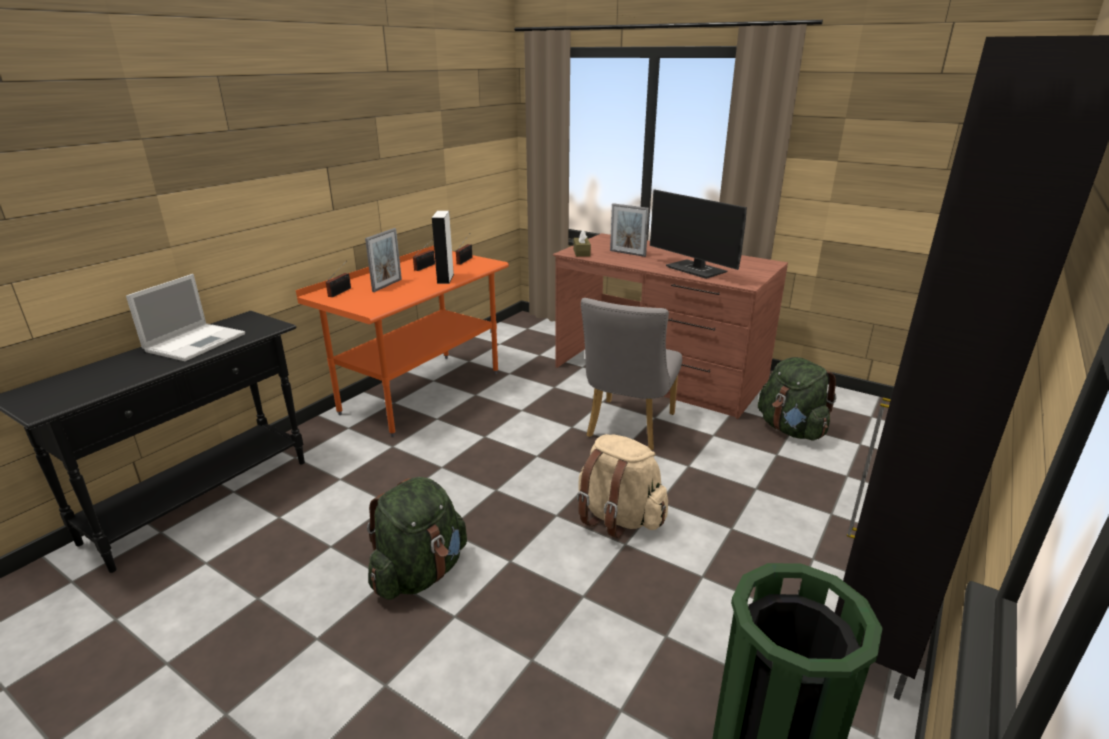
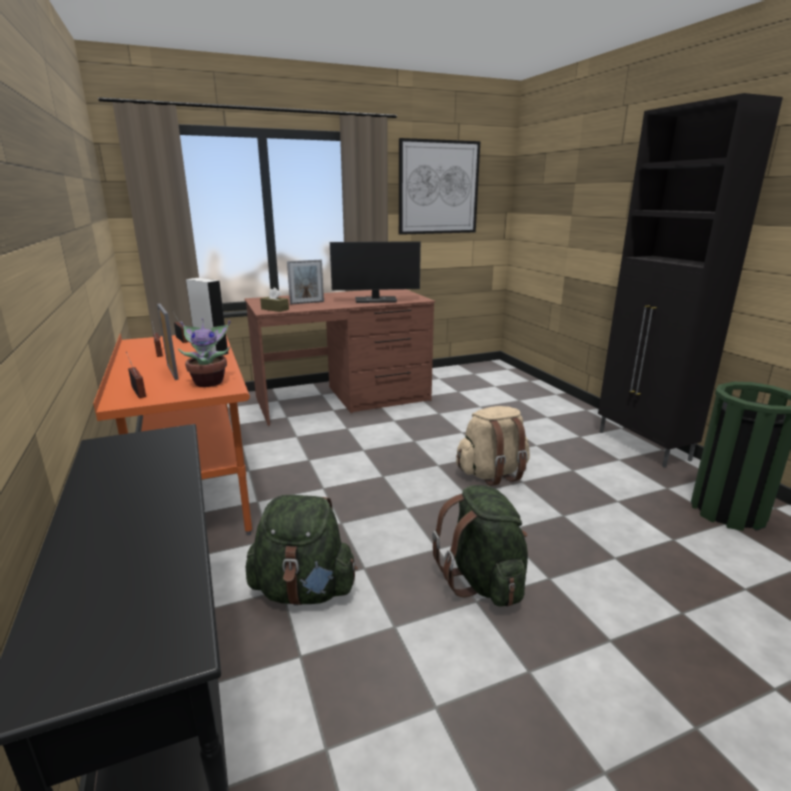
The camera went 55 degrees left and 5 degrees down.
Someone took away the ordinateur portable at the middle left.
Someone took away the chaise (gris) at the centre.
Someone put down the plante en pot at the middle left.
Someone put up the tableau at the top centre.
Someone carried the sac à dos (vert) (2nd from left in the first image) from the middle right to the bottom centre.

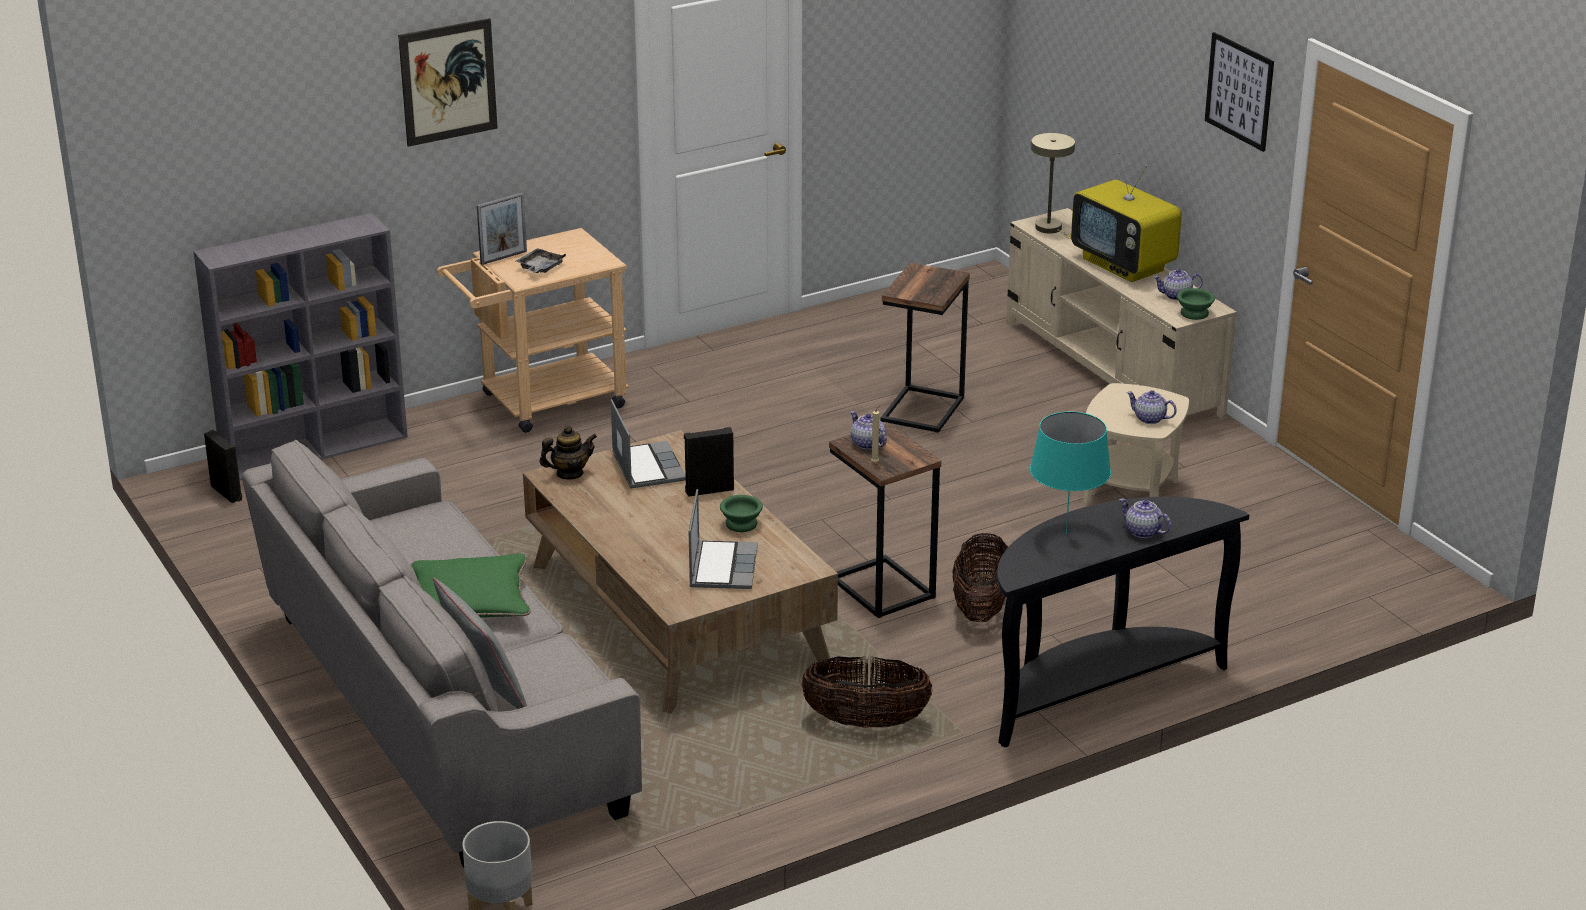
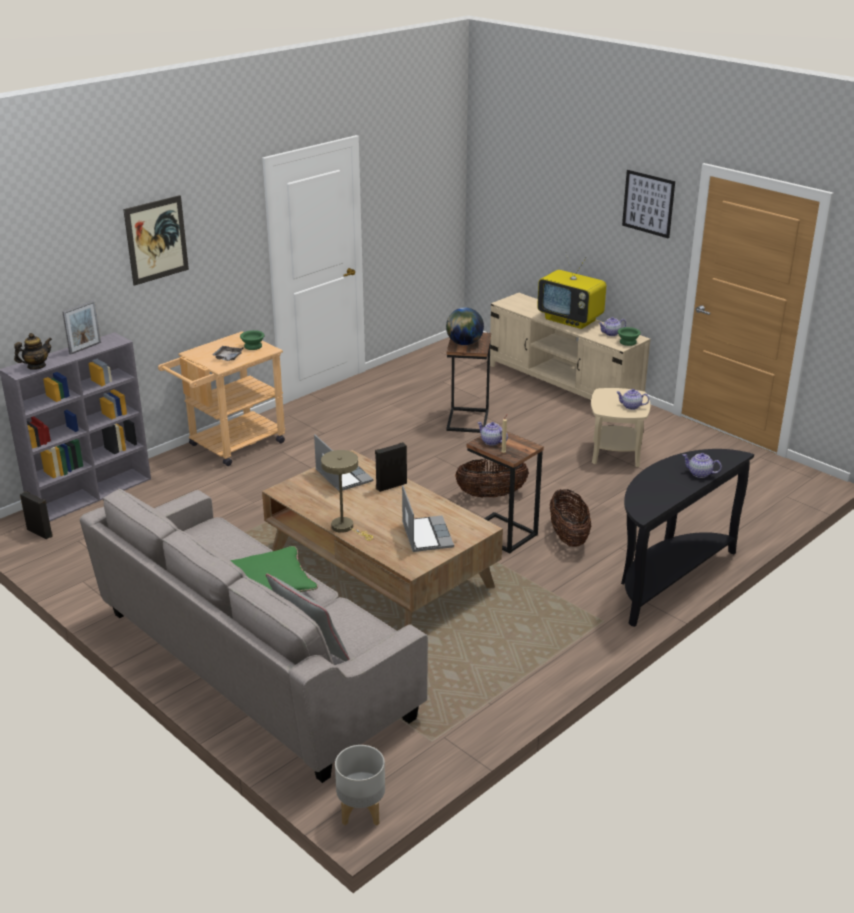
The camera went 15 degrees left and 0 degrees up.
Someone took away the lampe de table (turquoise) at the middle right.
Someone put down the globe at the centre.
Someone carried the cadre photo from the top left to the middle left.
Someone carried the théière (1st from left) from the centre to the middle left.
Someone carried the bol (vert) (1st from left) from the centre to the middle left.
Someone carried the panier (1st from left) from the bottom centre to the centre.
Someone carried the lampe de table (beige) from the top centre to the centre.

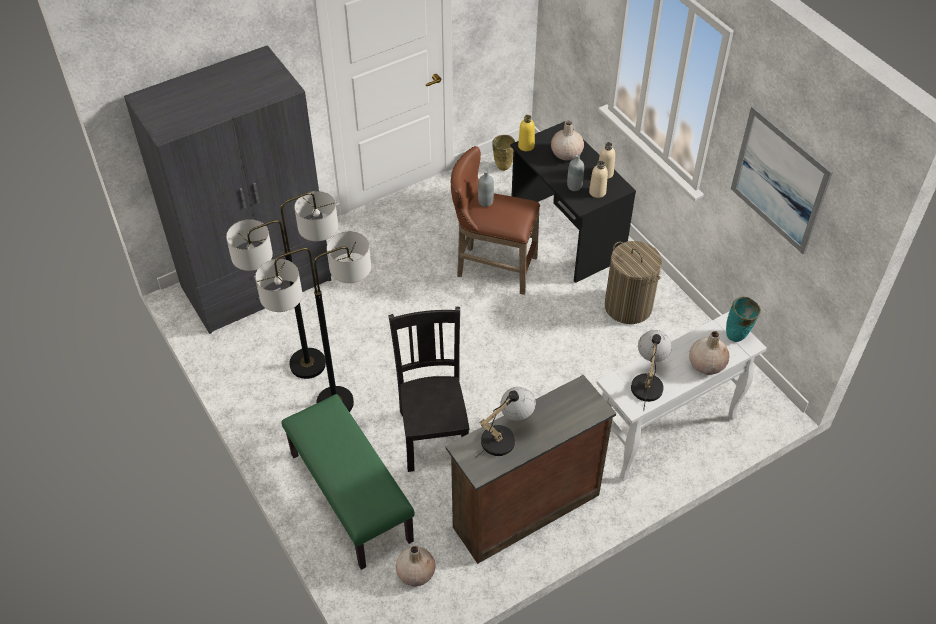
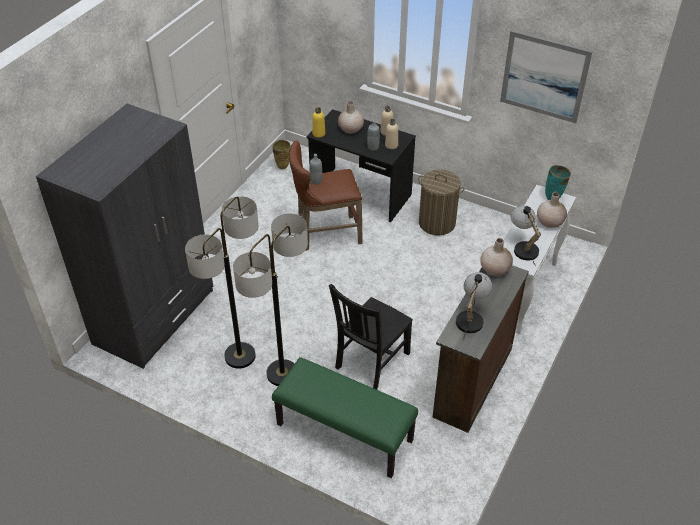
The camera went 30 degrees left and 5 degrees down.
Someone carried the vase (beige) (1st from left in the first image) from the bottom centre to the middle right.
Someone rotated the chaise (noir) at the centre by 105 degrees counterclockwise.

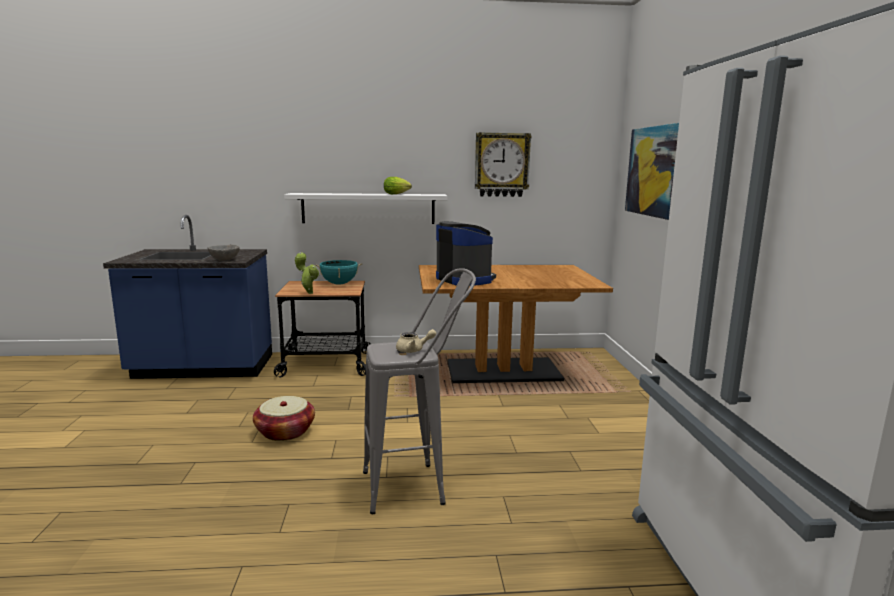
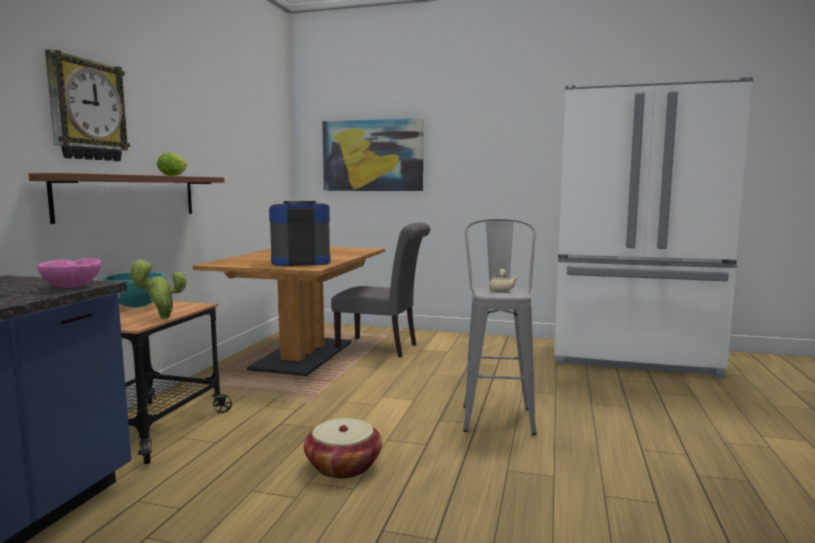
The camera went 70 degrees left and 5 degrees down.
Someone put down the chaise (gris) at the centre.
Someone carried the horloge murale from the top centre to the top left.
Someone repainted the bol (gris) at the middle left, which became the bol (rose) at the middle left.
Someone repainted the étagère (blanc) at the centre, which became the étagère (marron) at the middle left.

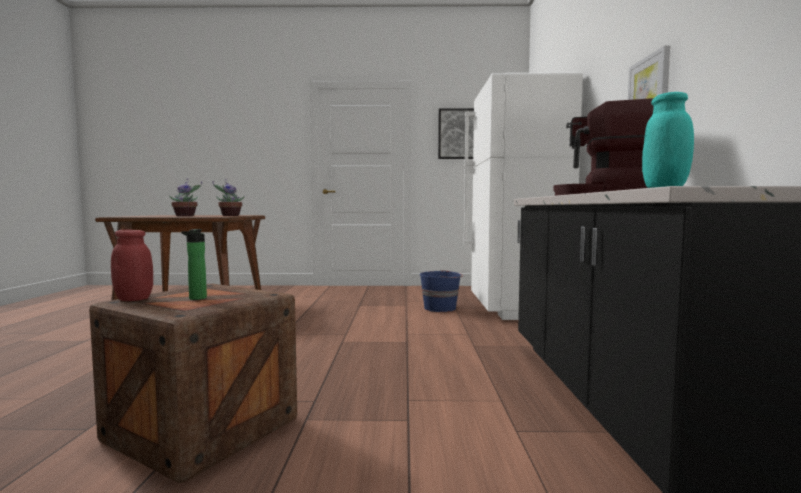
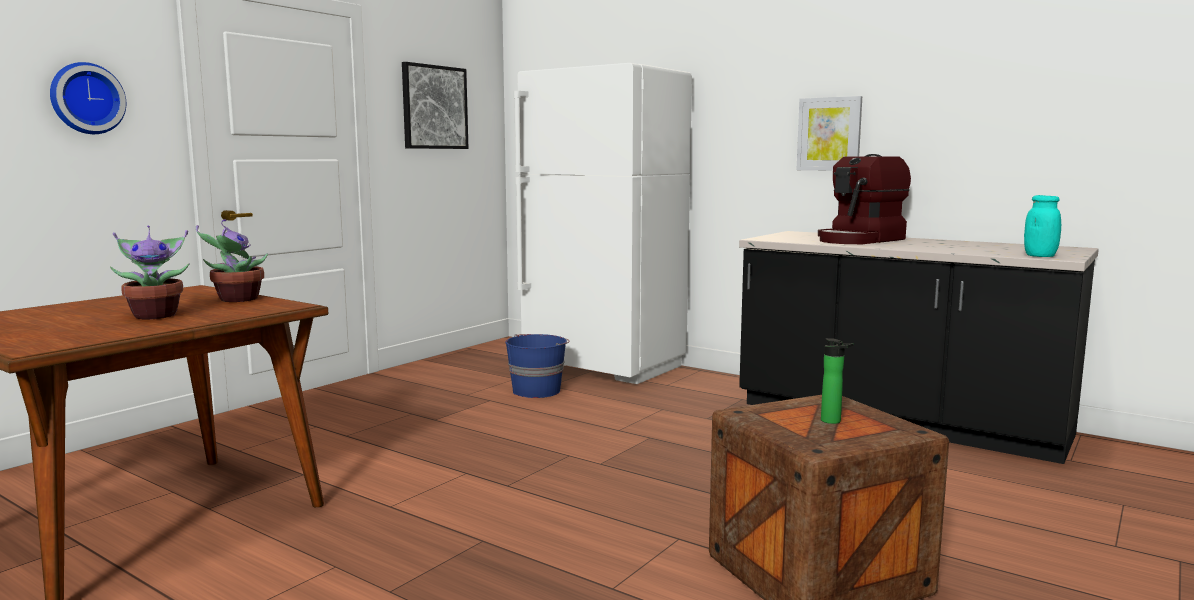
The camera went 55 degrees left and 5 degrees up.
Someone took away the bocal (rouge) at the middle left.
Someone put up the horloge murale at the top left.

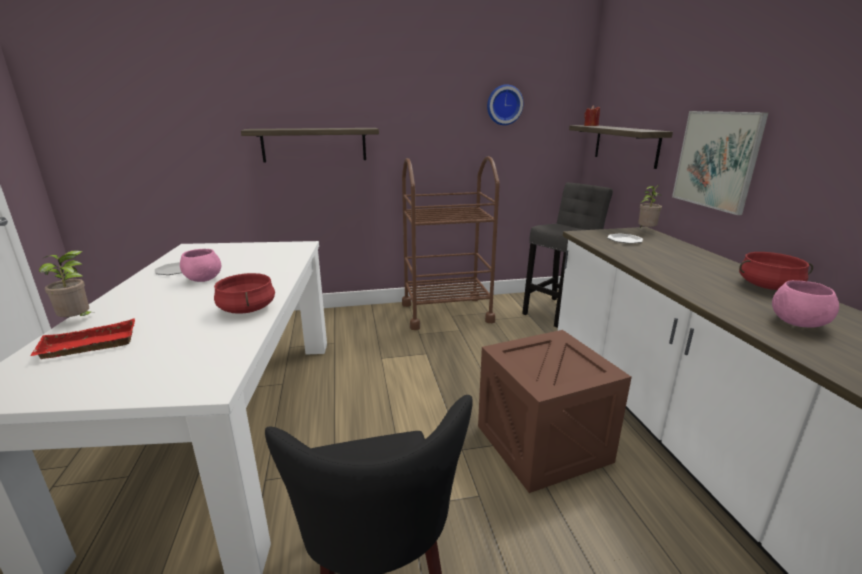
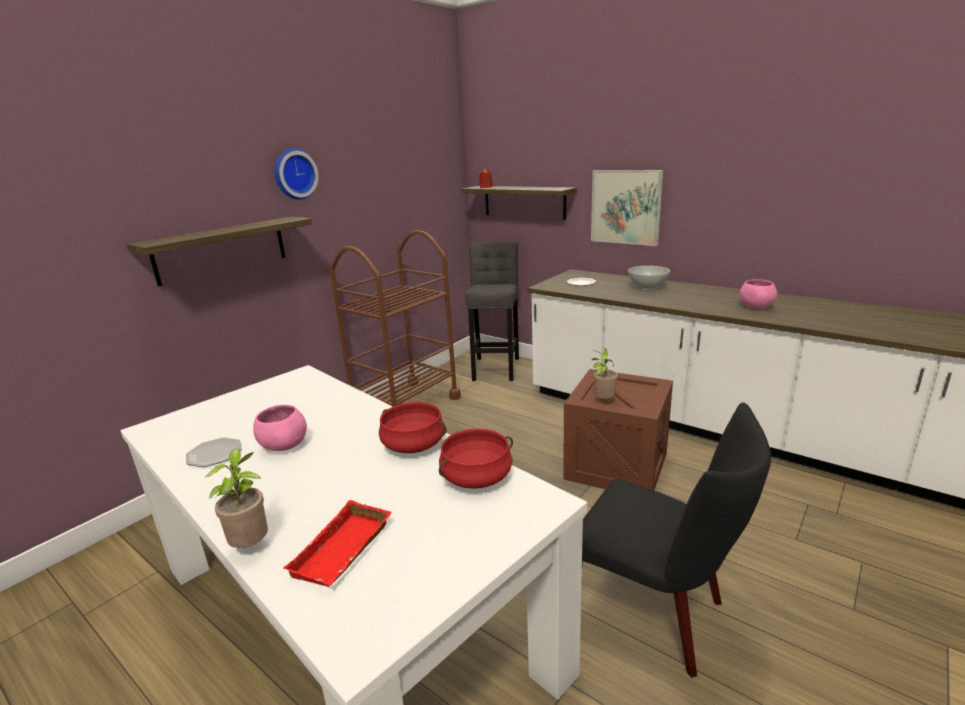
The camera went 40 degrees left and 0 degrees up.
Someone put down the bol (blanc) at the middle right.
Someone carried the horloge murale from the top centre to the top left.
Someone carried the plante en pot (2nd from left) from the middle right to the centre.
Someone carried the marmite (rouge) (2nd from left) from the middle right to the centre.

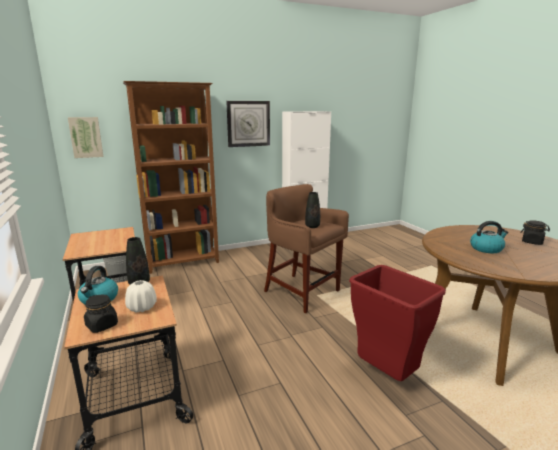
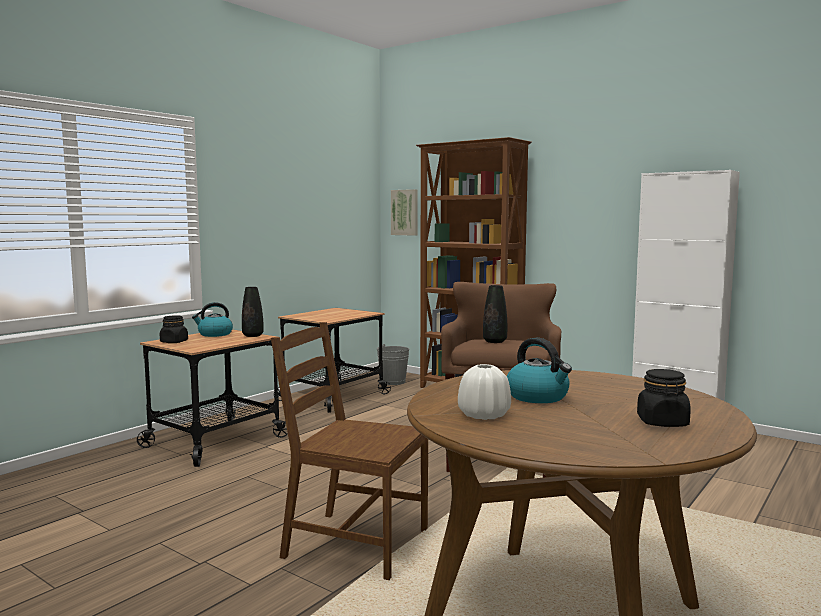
The camera went 60 degrees right and 10 degrees down.
Someone took away the horloge murale at the top centre.
Someone carried the vase (blanc) from the middle left to the centre.
Someone swapped the poubelle (rouge) at the bottom right for the chaise (marron) at the bottom centre.

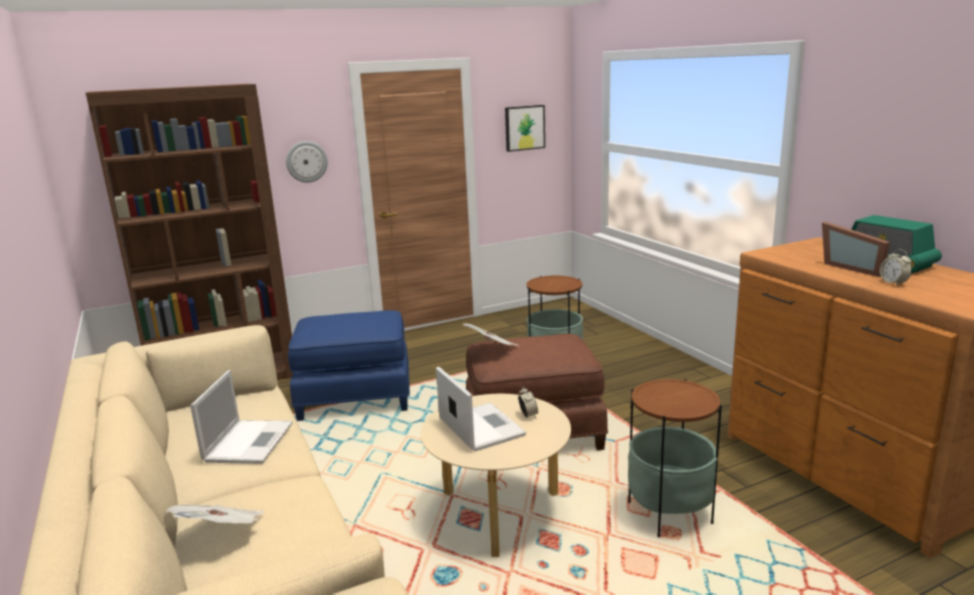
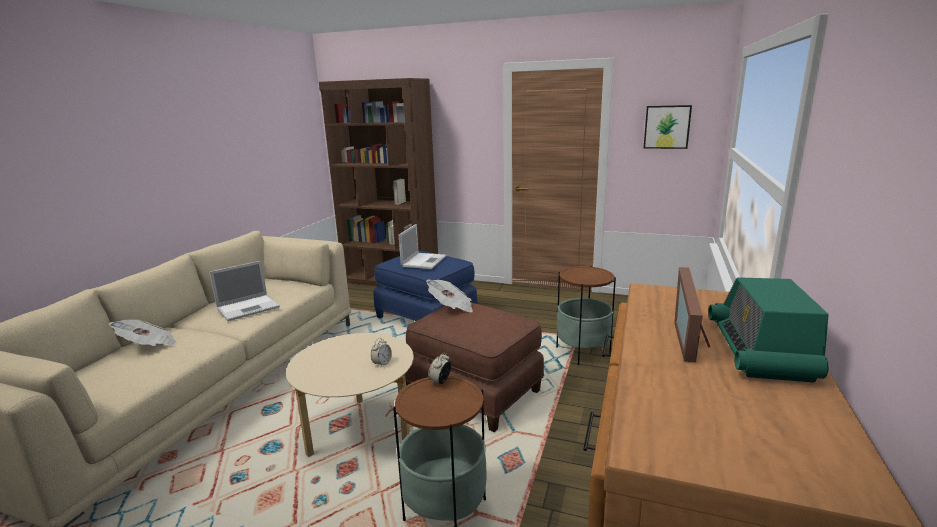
The camera went 45 degrees right and 0 degrees up.
Someone took away the horloge murale at the top left.
Someone carried the ordinateur portable (2nd from left) from the bottom centre to the centre.
Someone carried the réveil (2nd from left) from the middle right to the bottom centre.

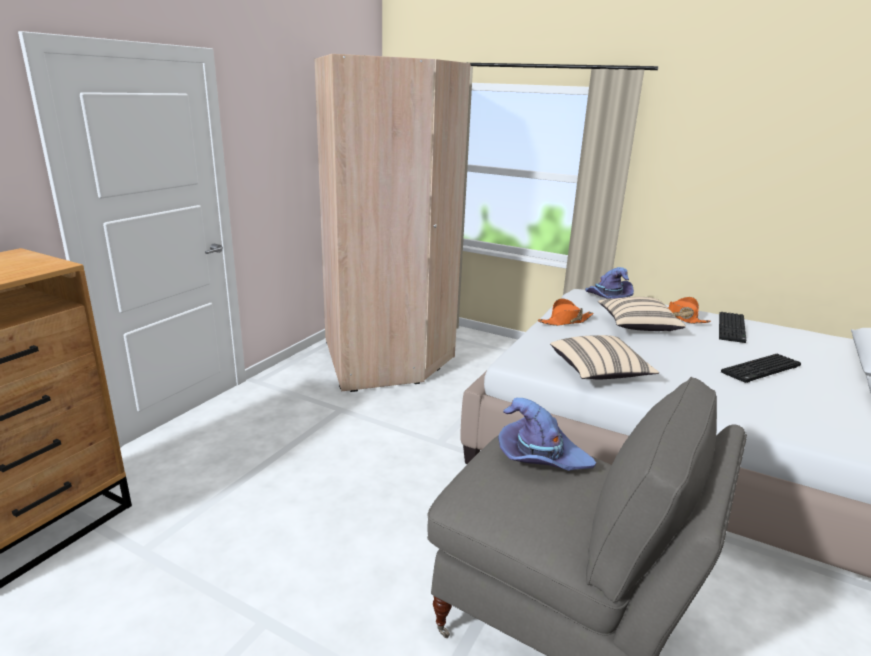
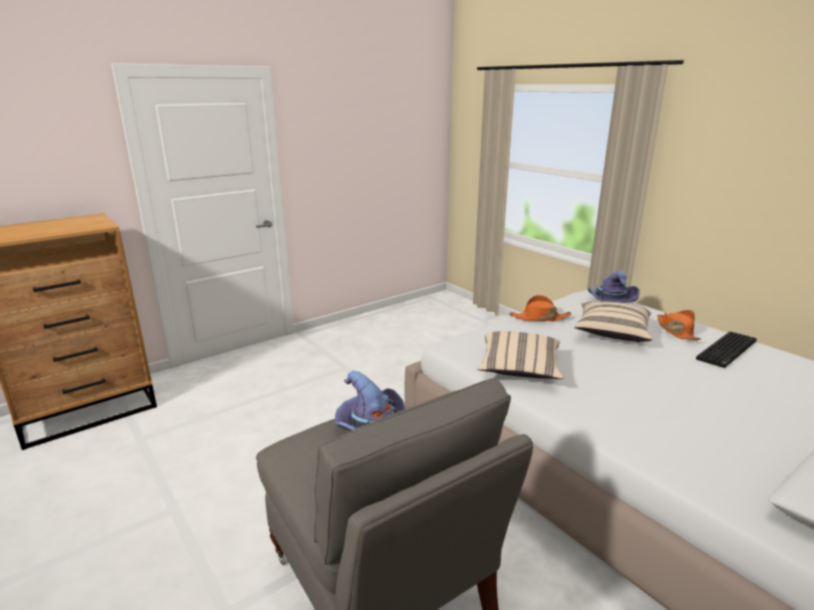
The camera went 25 degrees right and 0 degrees up.
Someone took away the armoire (beige) at the centre.
Someone took away the clavier (2nd from left) at the middle right.

